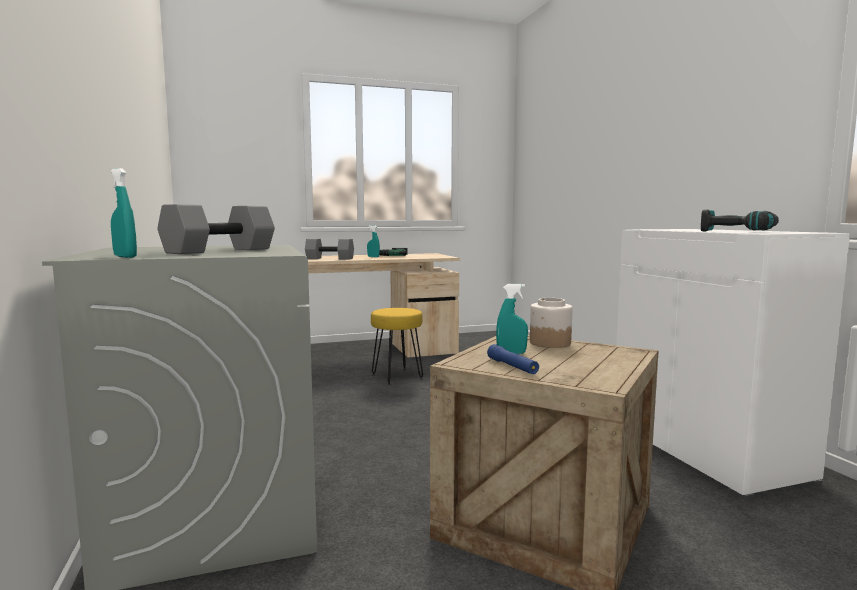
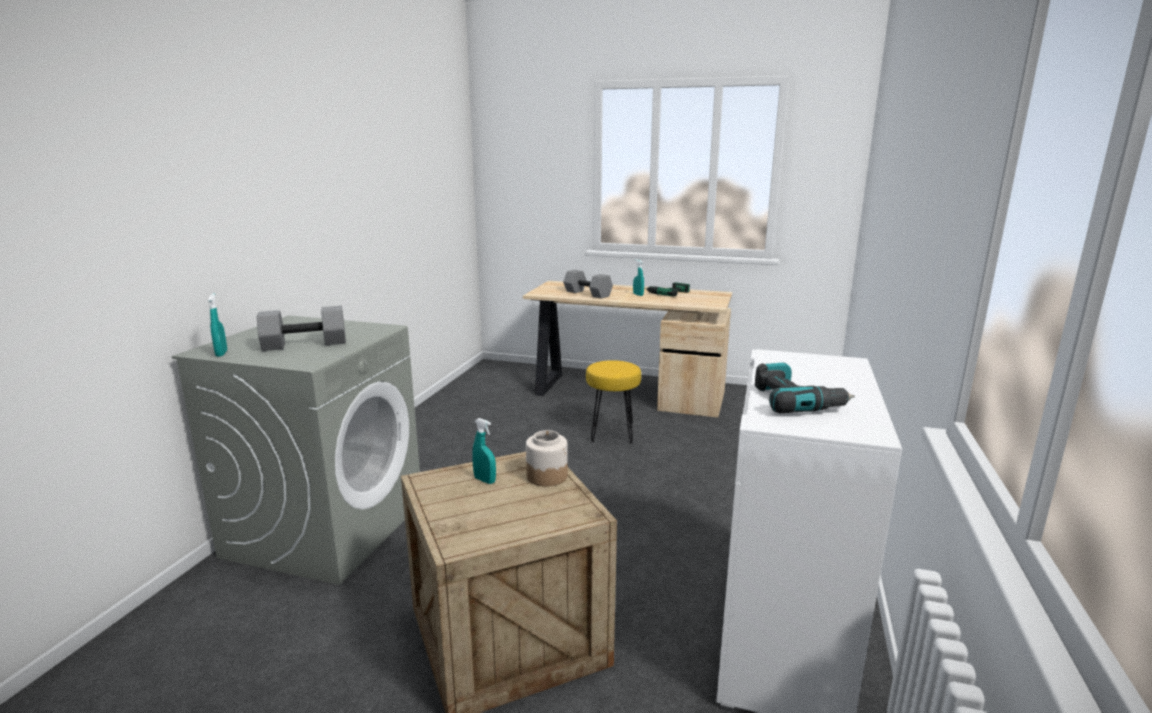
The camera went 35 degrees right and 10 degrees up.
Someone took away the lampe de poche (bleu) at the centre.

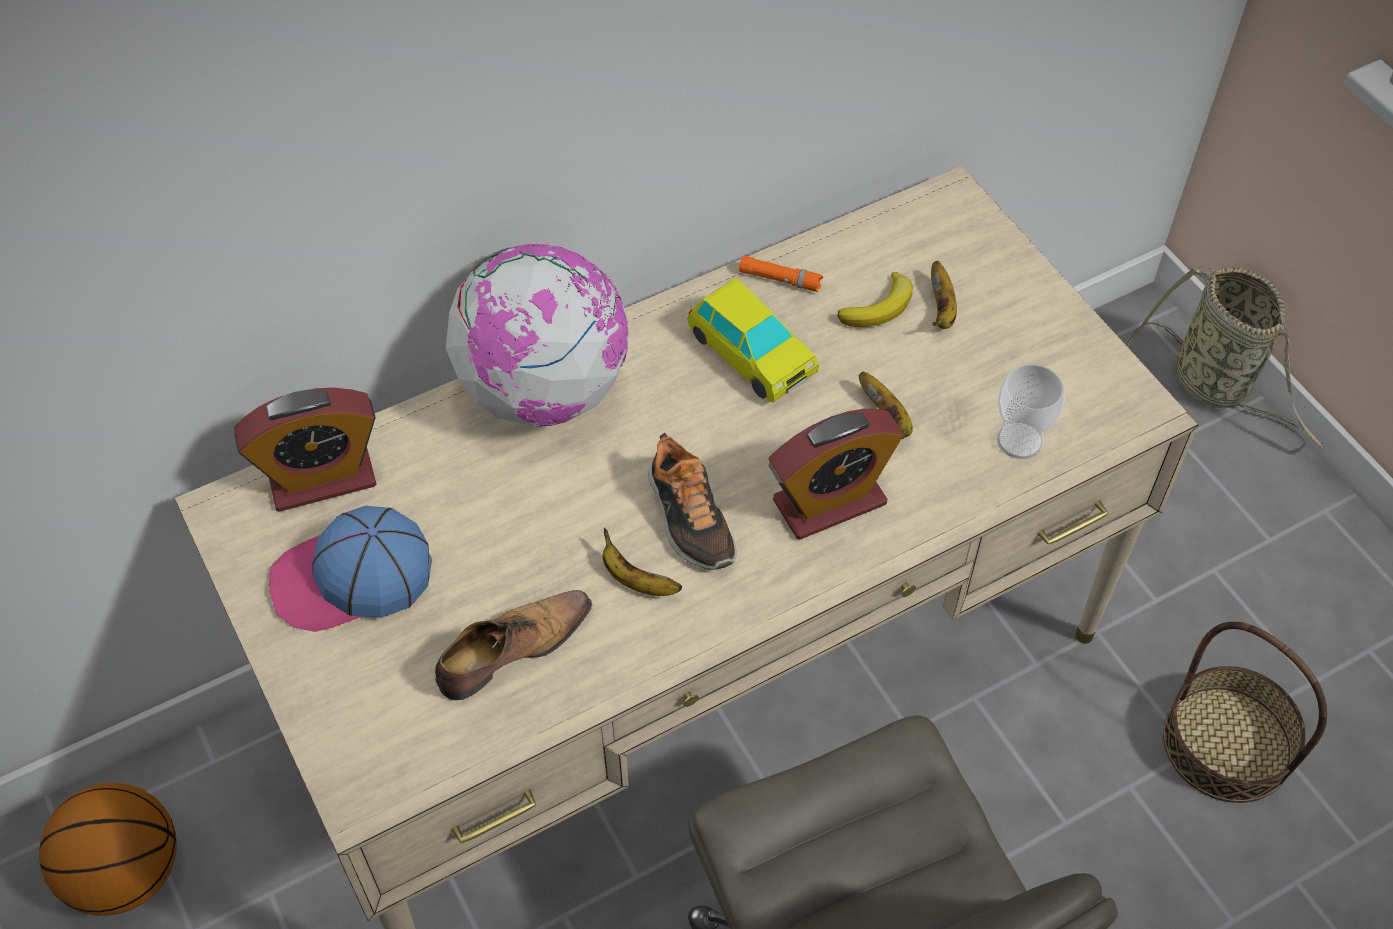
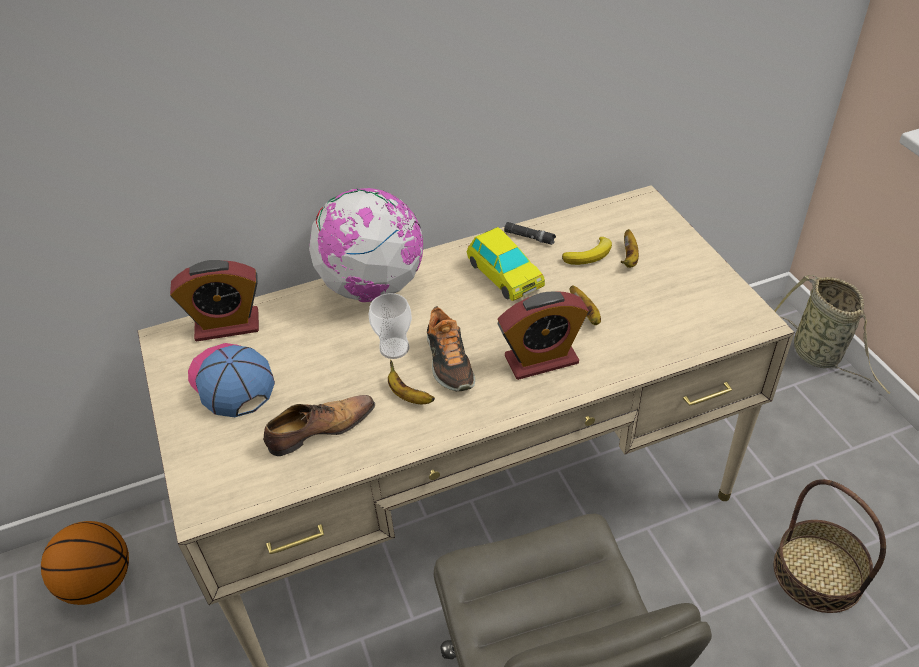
The camera went 10 degrees right and 10 degrees down.
Someone carried the tasse from the middle right to the centre.
Someone repainted the lampe de poche (orange) at the top centre, which became the lampe de poche (noir) at the centre.
Someone rotated the casquette at the middle left by 60 degrees clockwise.

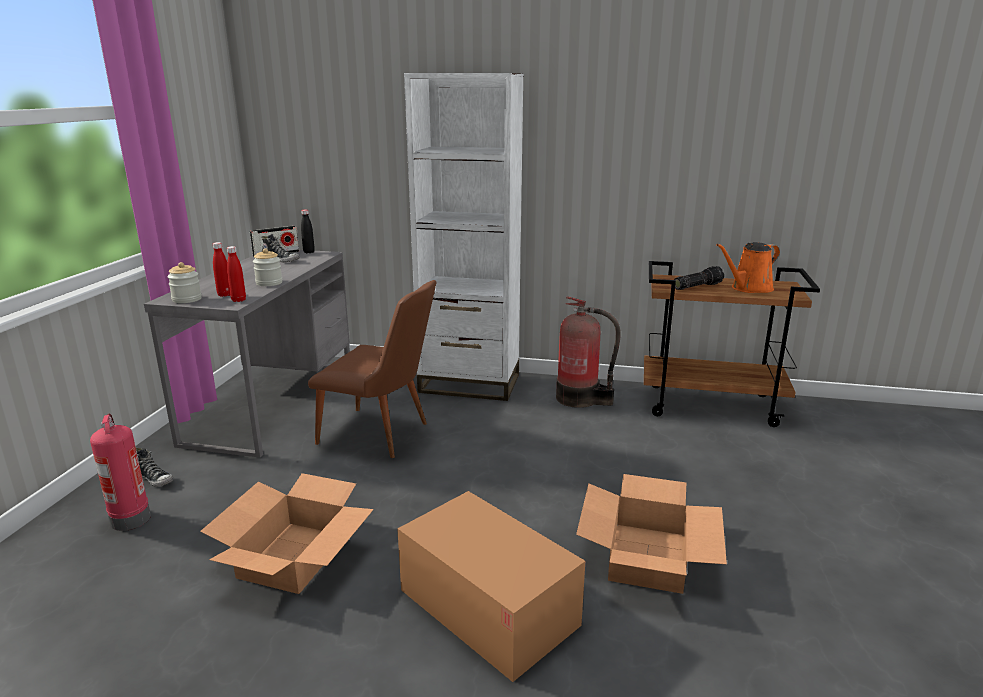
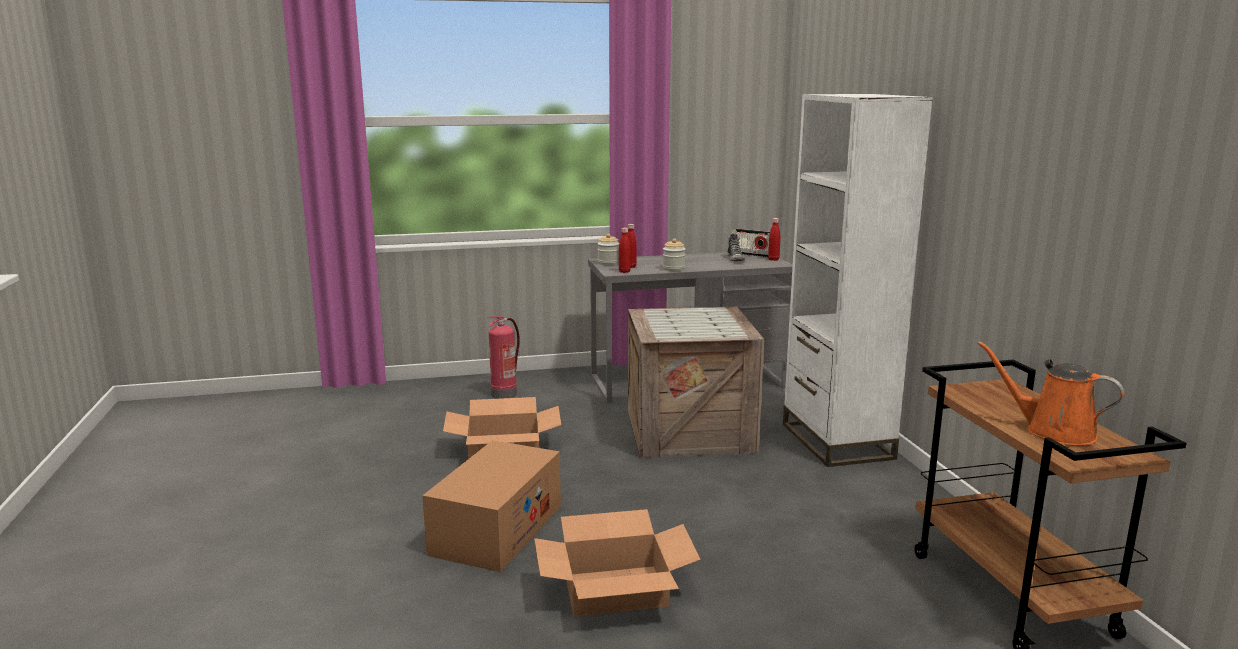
The camera went 65 degrees right and 5 degrees down.
Someone took away the chaussure (1st from left) at the bottom left.
Someone took away the extincteur (2nd from left) at the centre.
Someone took away the lampe de poche at the middle right.
Someone swapped the chaise (marron) at the centre for the caisse at the centre.
Someone repainted the bouteille (noir) at the top left, which became the bouteille (rouge) (3rd from left) at the centre.

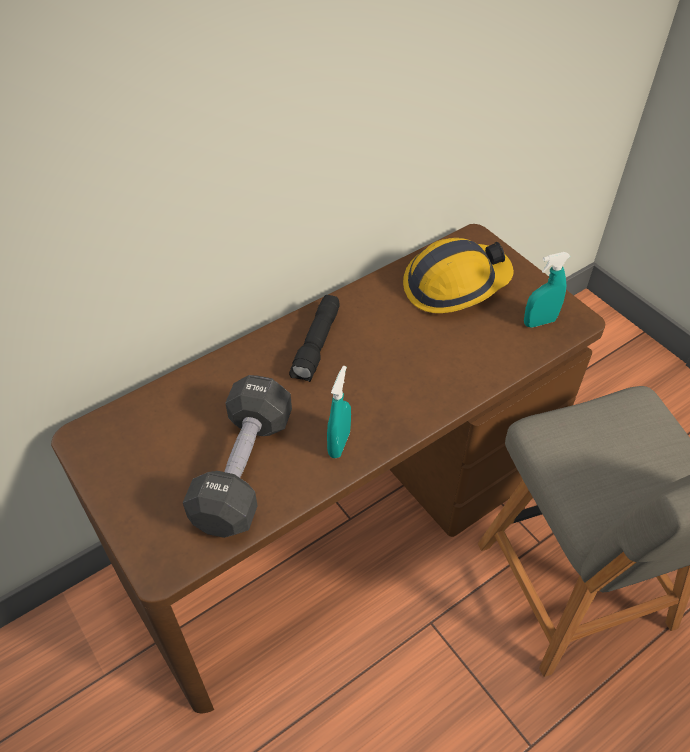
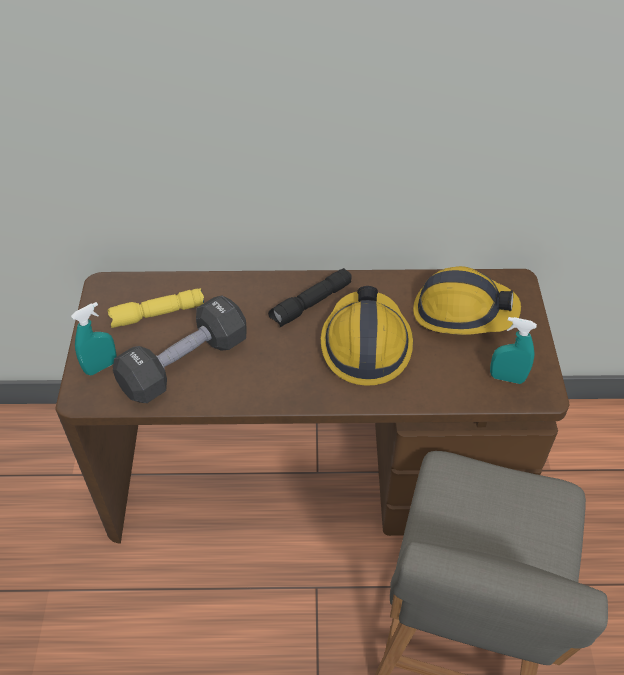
The camera went 35 degrees right and 0 degrees up.
Someone put down the lampe de poche (jaune) at the middle left.
Someone put down the casque de chantier (1st from left) at the centre.
Someone carried the vaporisateur (turquoise) (1st from left) from the centre to the middle left.

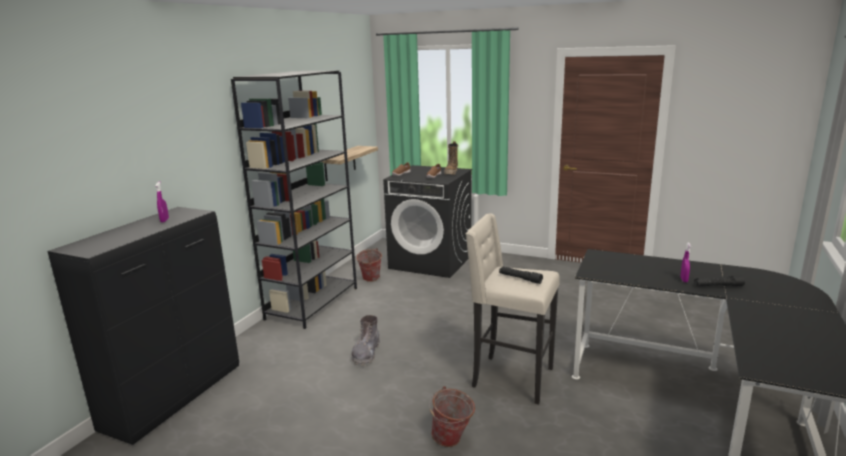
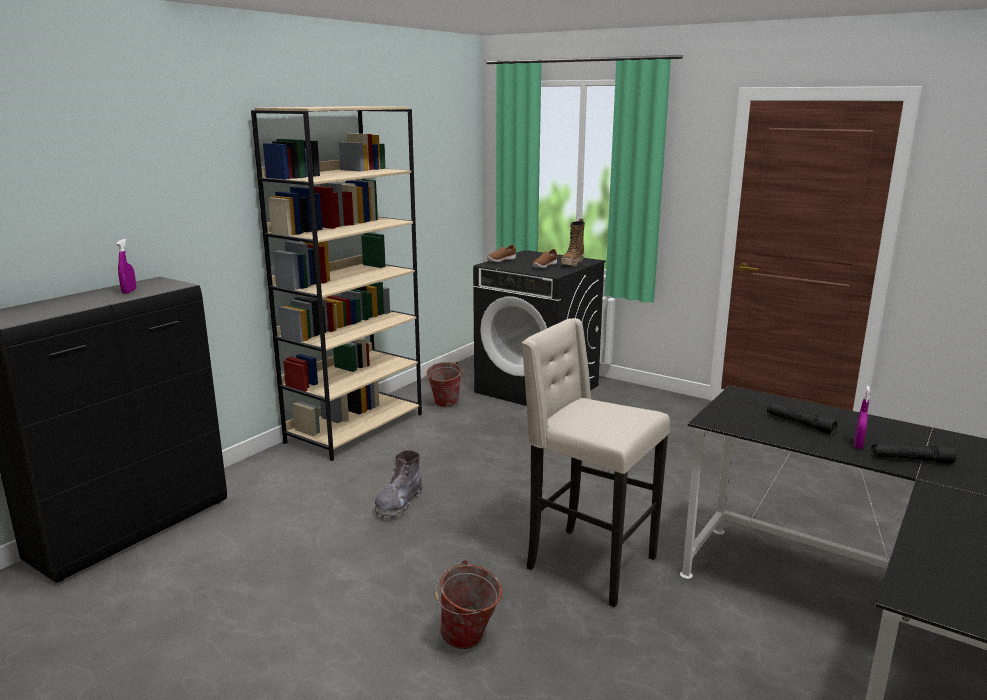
The camera went 10 degrees right and 0 degrees up.
Someone took away the étagère at the centre.
Someone carried the lampe de poche (noir) (1st from left) from the centre to the middle right.
Someone repainted the bibliothèque (noir) at the centre, which became the bibliothèque (beige) at the centre.

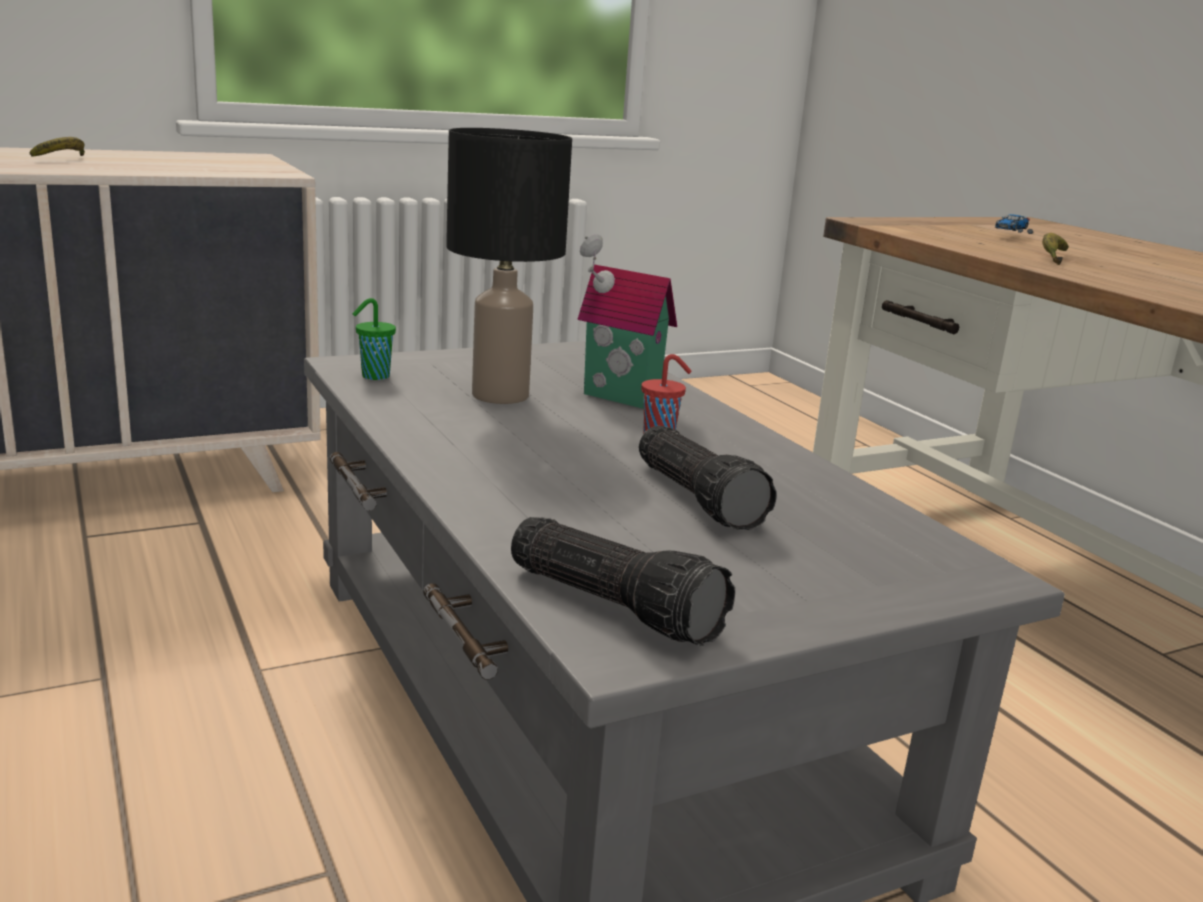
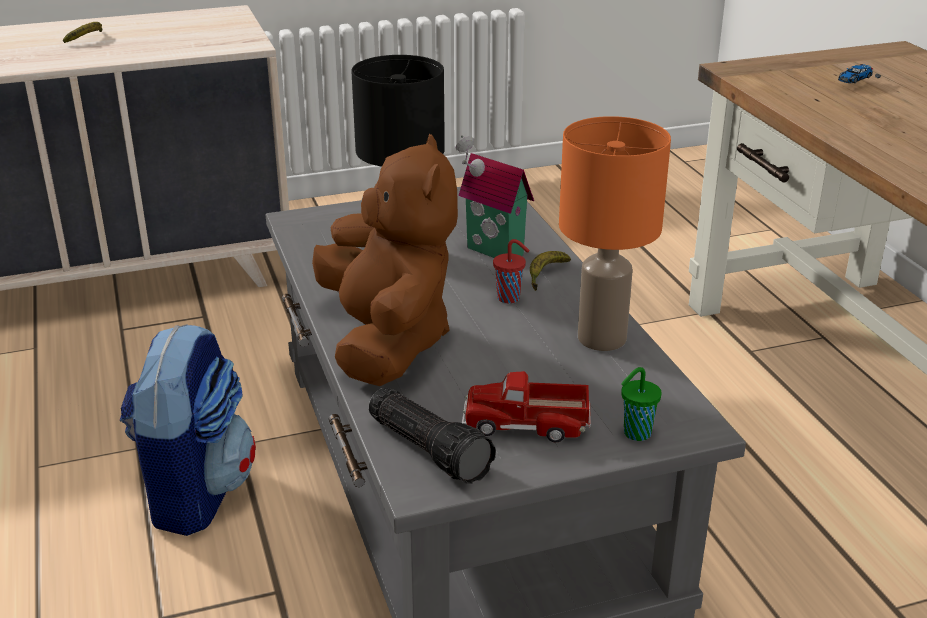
The camera went 10 degrees right and 10 degrees up.
Someone took away the lampe de poche (2nd from left) at the centre.
Someone put down the sac à dos at the bottom left.
Someone put down the peluche (marron) at the centre.
Someone put down the camion jouet at the centre.
Someone put down the lampe de table (orange) at the centre.
Someone carried the tasse (vert) from the middle left to the middle right.
Someone carried the banane (2nd from left) from the top right to the centre.

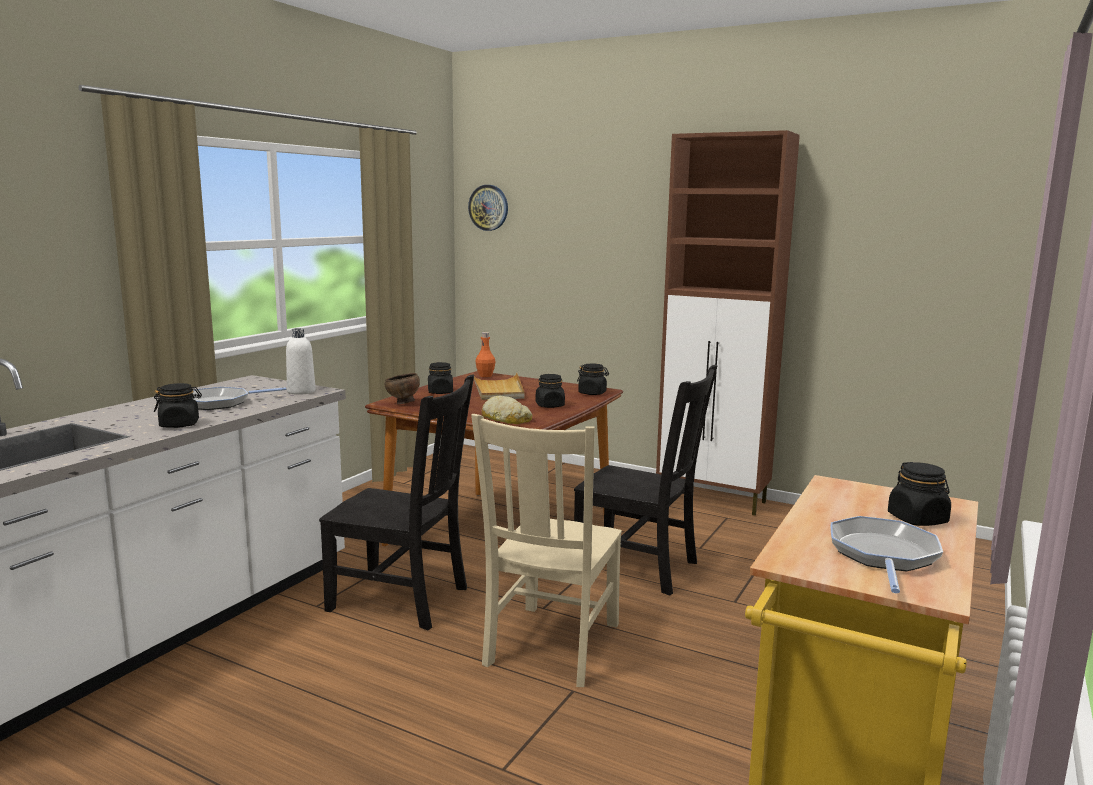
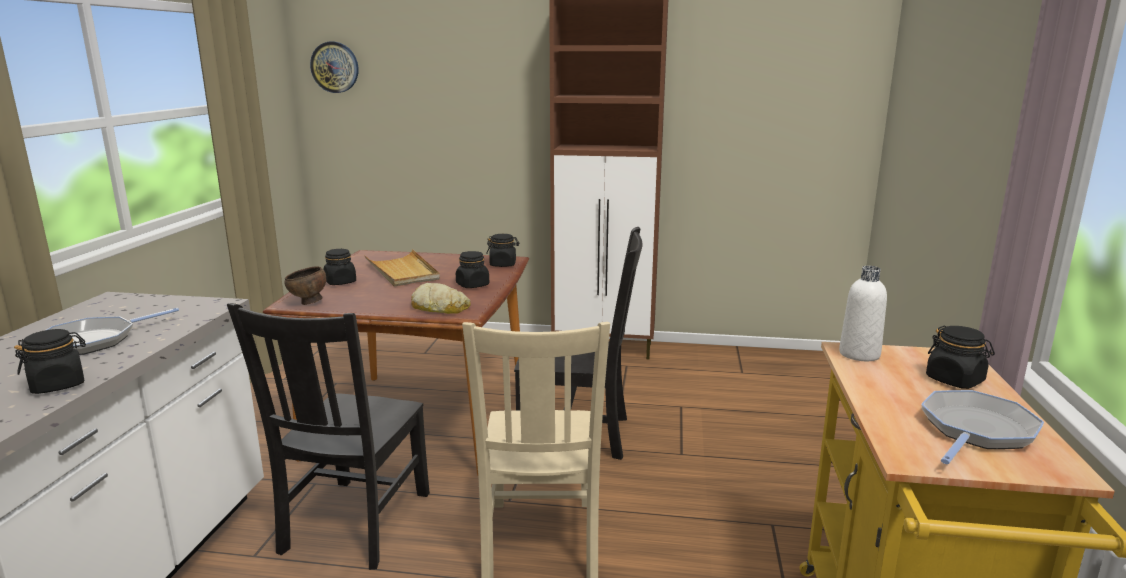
The camera went 20 degrees left and 5 degrees up.
Someone took away the bouteille (orange) at the centre.
Someone carried the bouteille (blanc) from the middle left to the middle right.
Someone rotated the chaise (noir) (1st from left) at the centre by 105 degrees clockwise.
Someone rotated the poêle (2nd from left) at the bottom right by 45 degrees clockwise.

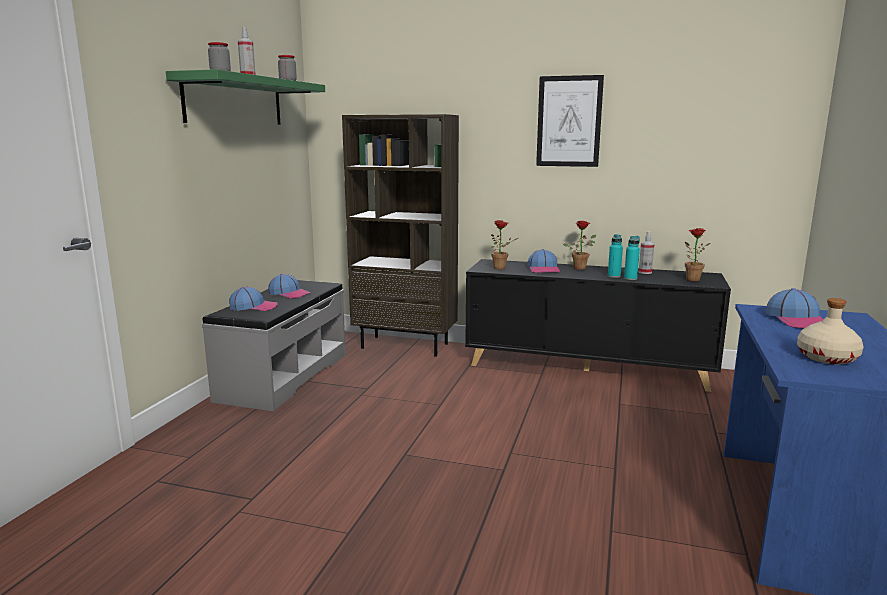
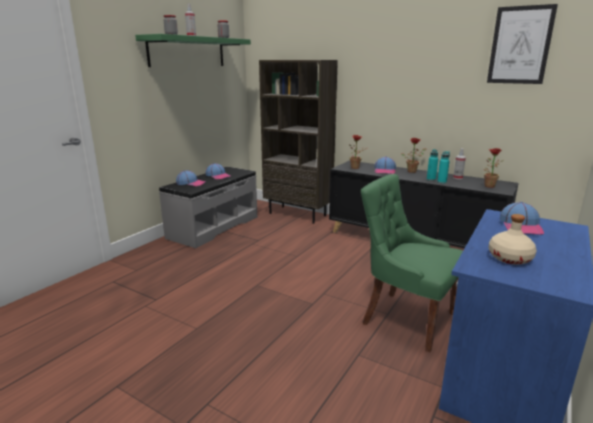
The camera went 15 degrees right and 5 degrees up.
Someone put down the chaise (vert) at the middle right.
Someone carried the tableau from the top centre to the top right.

